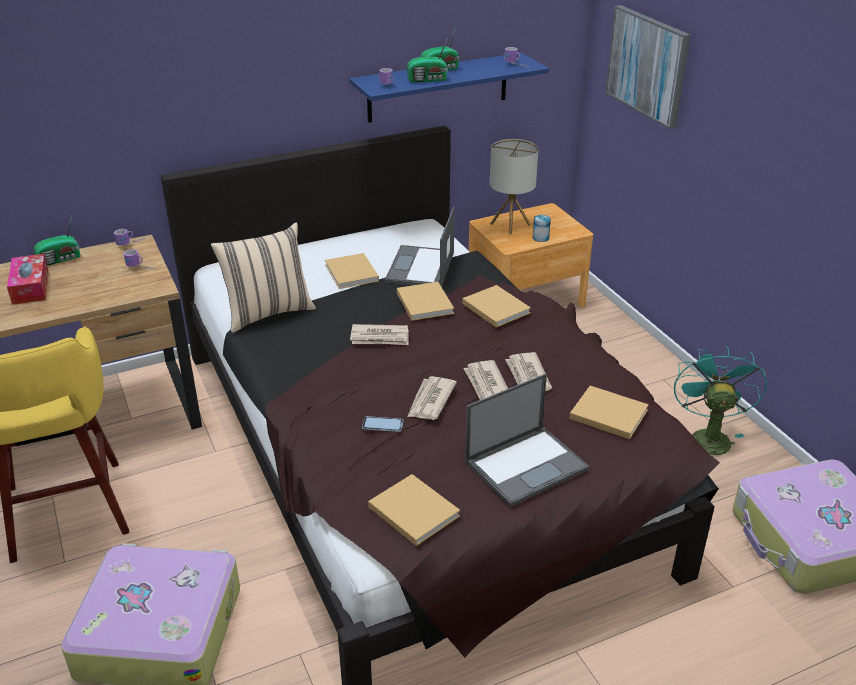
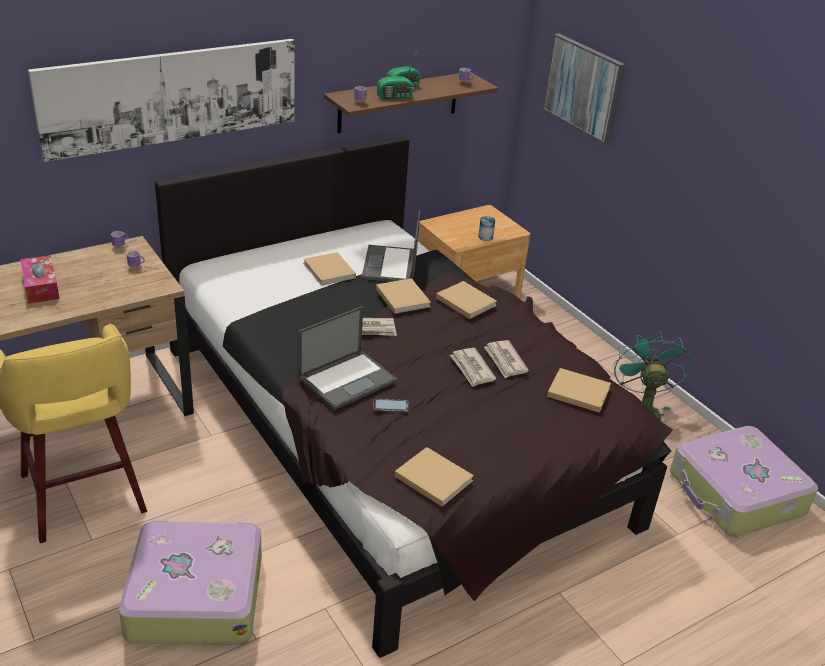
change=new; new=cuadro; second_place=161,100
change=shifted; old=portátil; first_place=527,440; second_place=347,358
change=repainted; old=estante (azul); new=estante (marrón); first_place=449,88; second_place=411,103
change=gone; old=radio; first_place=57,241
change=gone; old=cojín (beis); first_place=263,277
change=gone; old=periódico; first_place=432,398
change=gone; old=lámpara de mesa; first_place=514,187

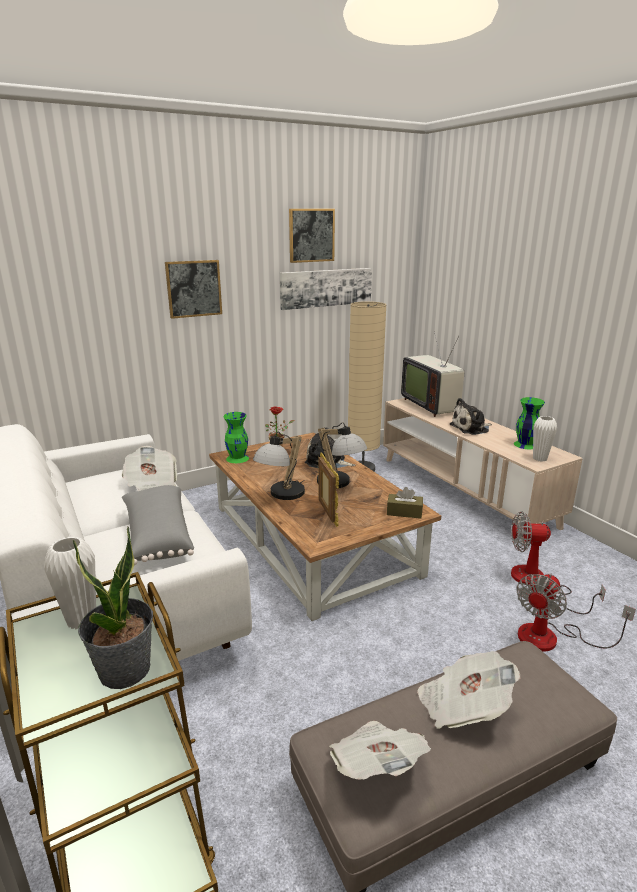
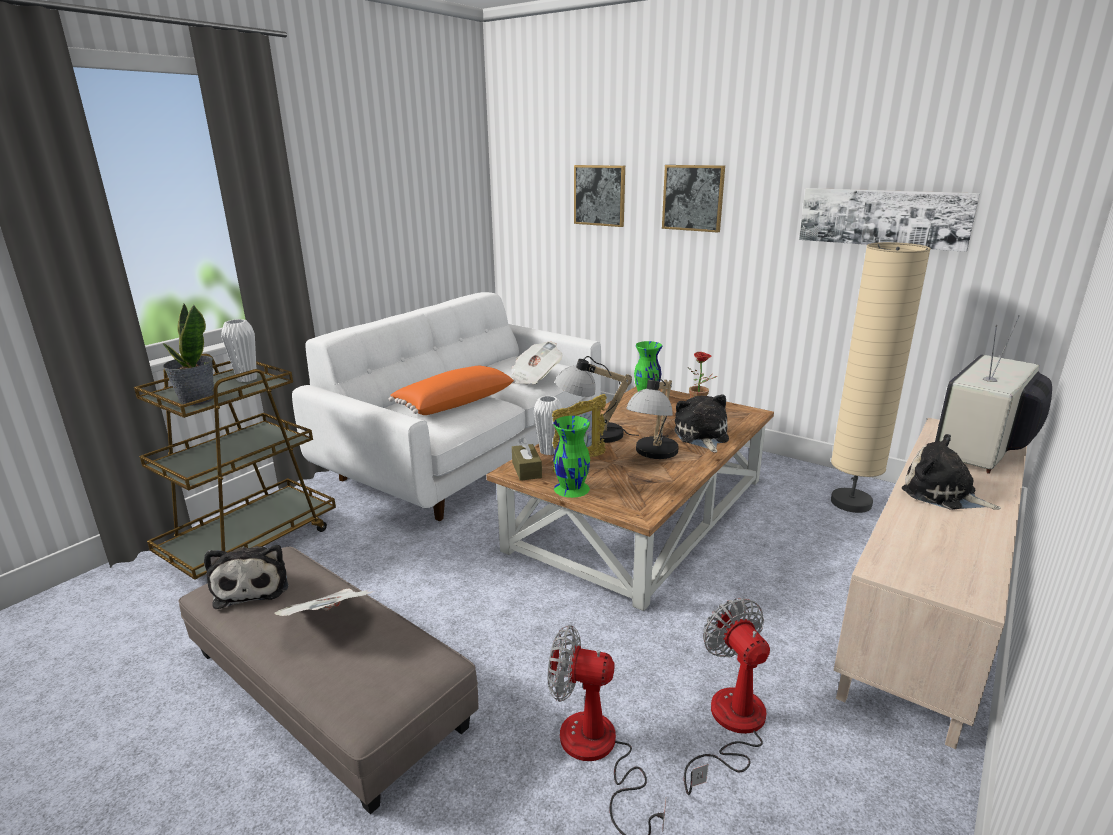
change=swapped; old=periódico; new=peluche; first_place=380,750; second_place=246,577
change=repainted; old=cojín (gris); new=cojín (naranja); first_place=158,525; second_place=452,390
change=shifted; old=caja de pañuelos (marrón); first_place=405,503; second_place=527,459
change=shifted; old=florero (blanco); first_place=545,439; second_place=548,425
change=shifted; old=florero (verde); first_place=529,423; second_place=571,457
change=shifted; old=cuadro; first_place=312,236; second_place=599,196

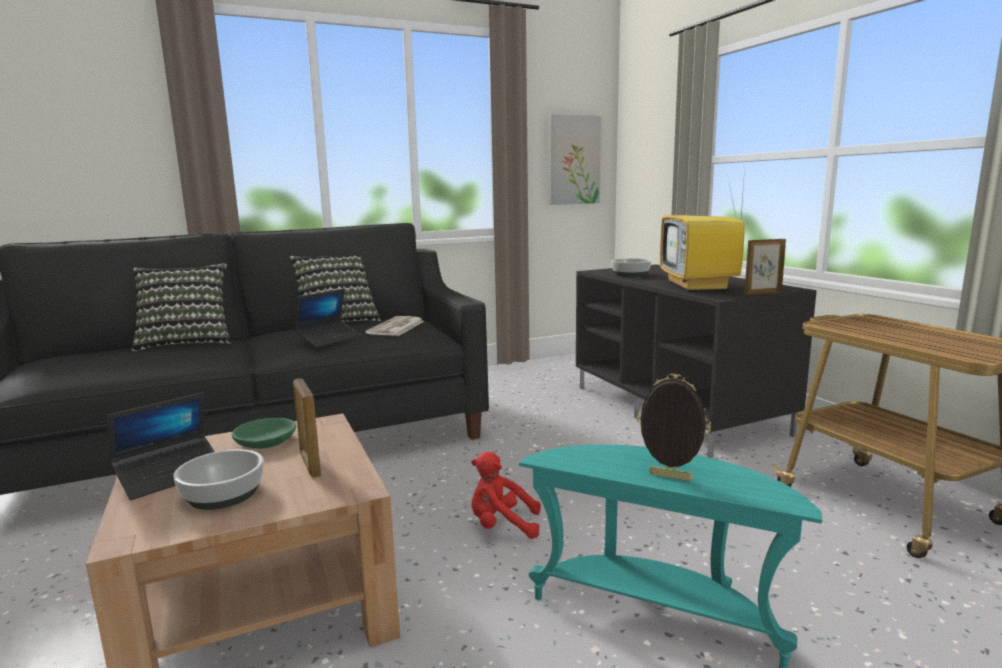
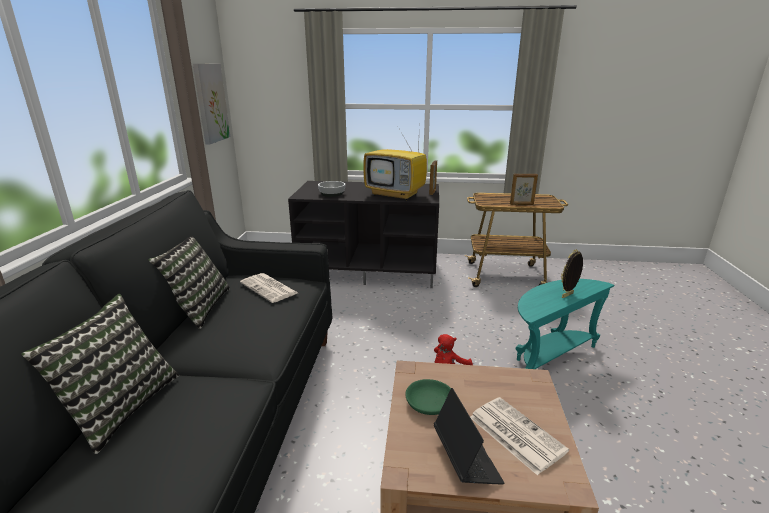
change=swapped; old=cuenco; new=periódico; first_place=218,479; second_place=519,436
change=shifted; old=portarretratos; first_place=307,428; second_place=524,189
change=gone; old=portátil; first_place=327,318

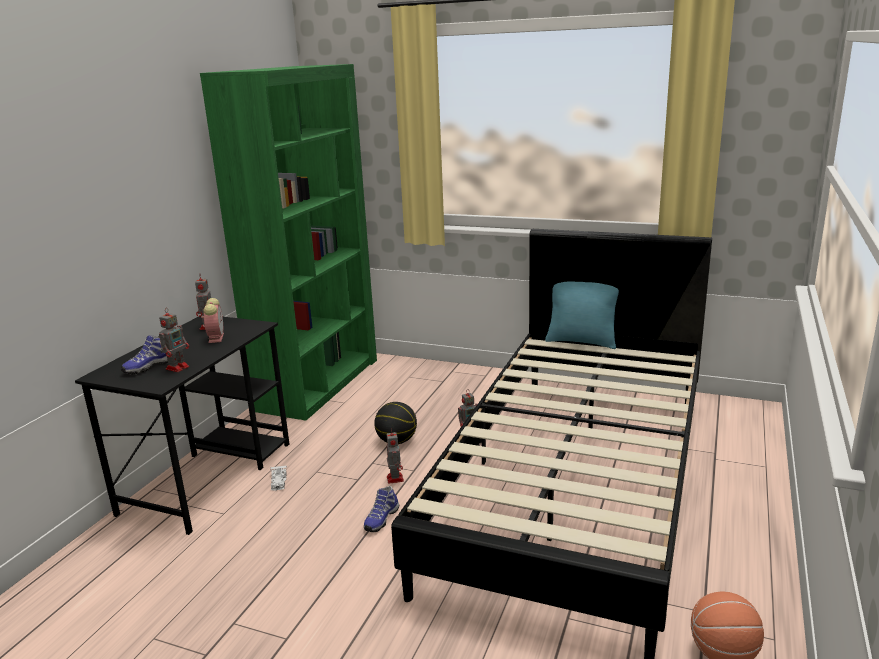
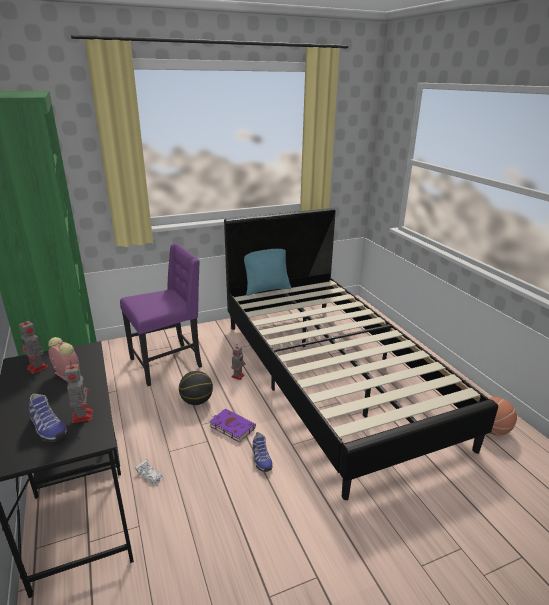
change=rotated; old=zapato; first_place=144,354; second_place=48,418; degrees=-45
change=new; new=silla (morado); second_place=161,315
change=swapped; old=robot de juguete; new=libro (morado); first_place=395,456; second_place=232,426

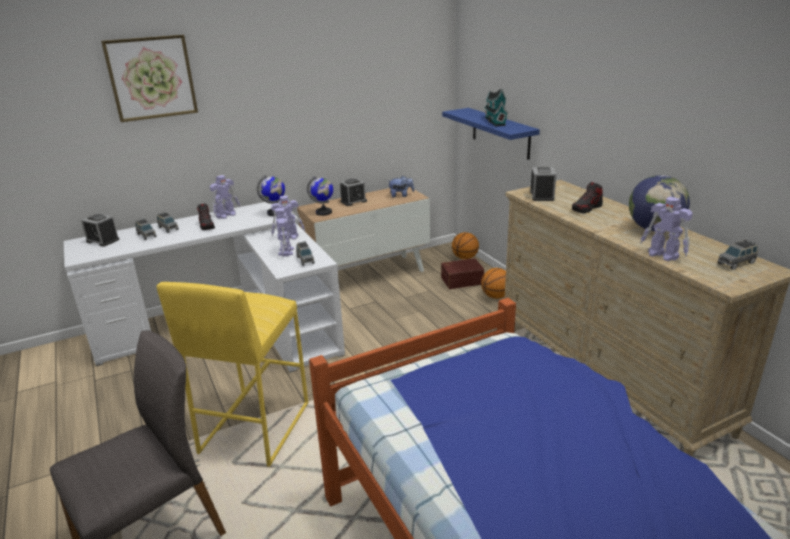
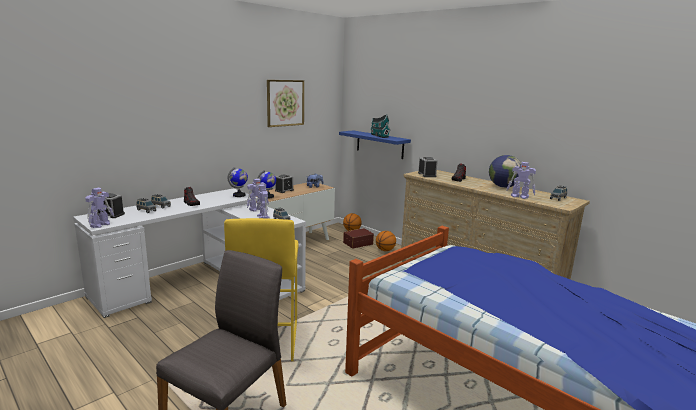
change=shifted; old=robot de juguete; first_place=225,197; second_place=99,208
change=shifted; old=cuadro; first_place=149,78; second_place=285,103

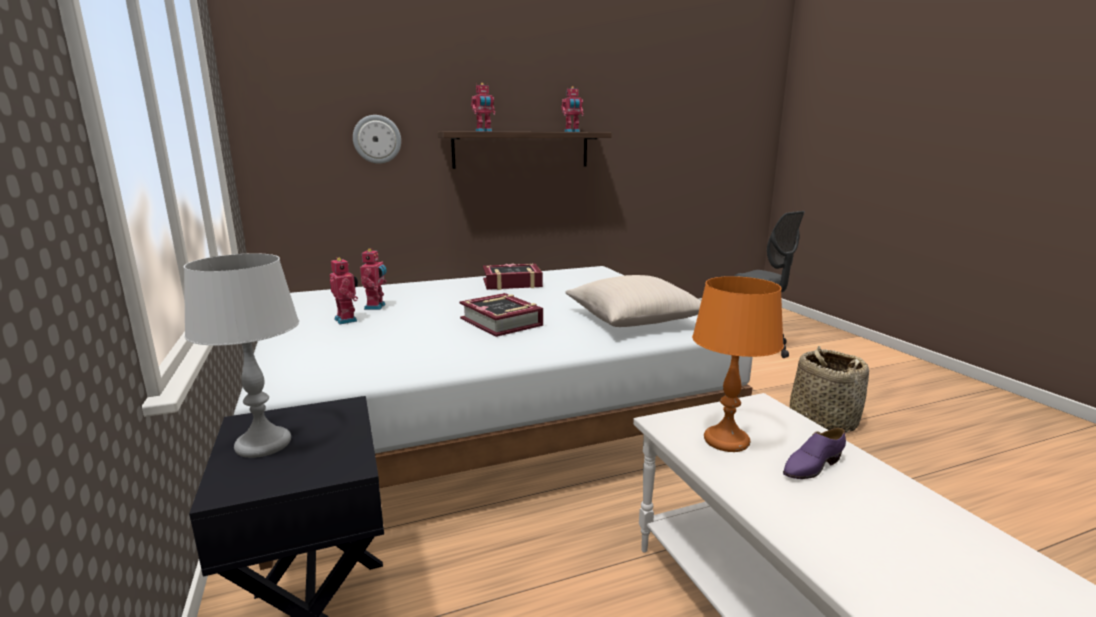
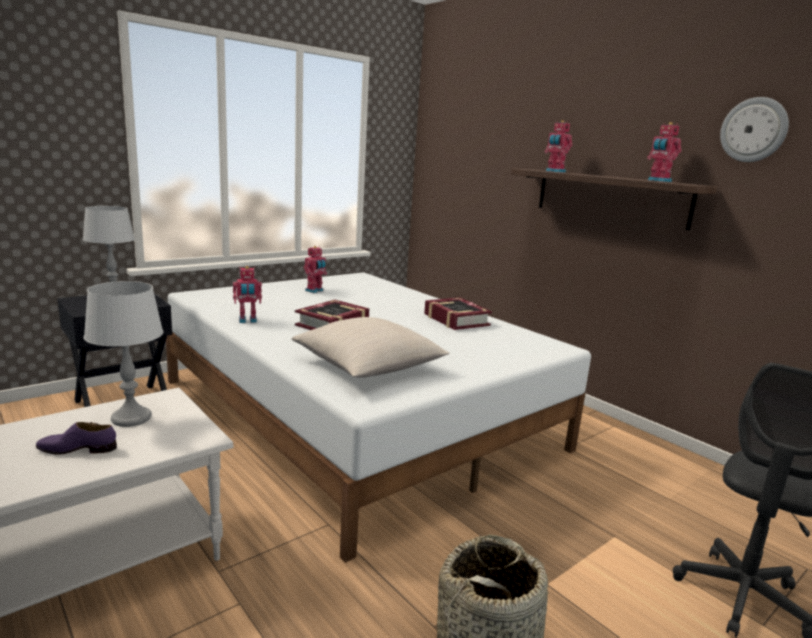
change=rotated; old=zapato (morado); first_place=814,453; second_place=76,438; degrees=-45
change=repainted; old=lámpara de mesa (naranja); new=lámpara de mesa (gris); first_place=738,364; second_place=124,354
change=shifted; old=robot de juguete; first_place=373,279; second_place=247,294
change=shifted; old=reloj de pared; first_place=377,139; second_place=754,129

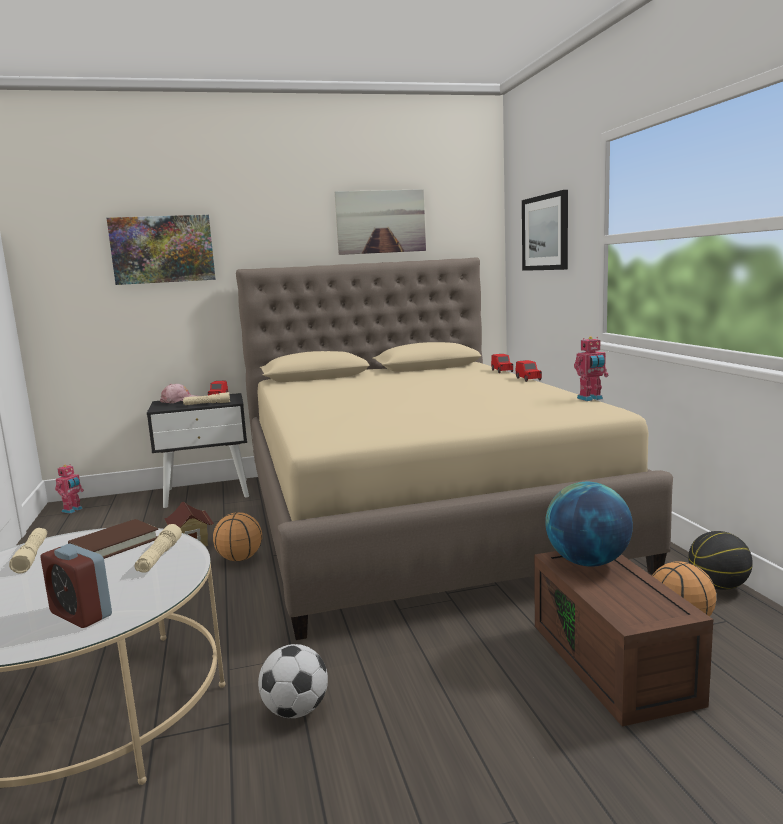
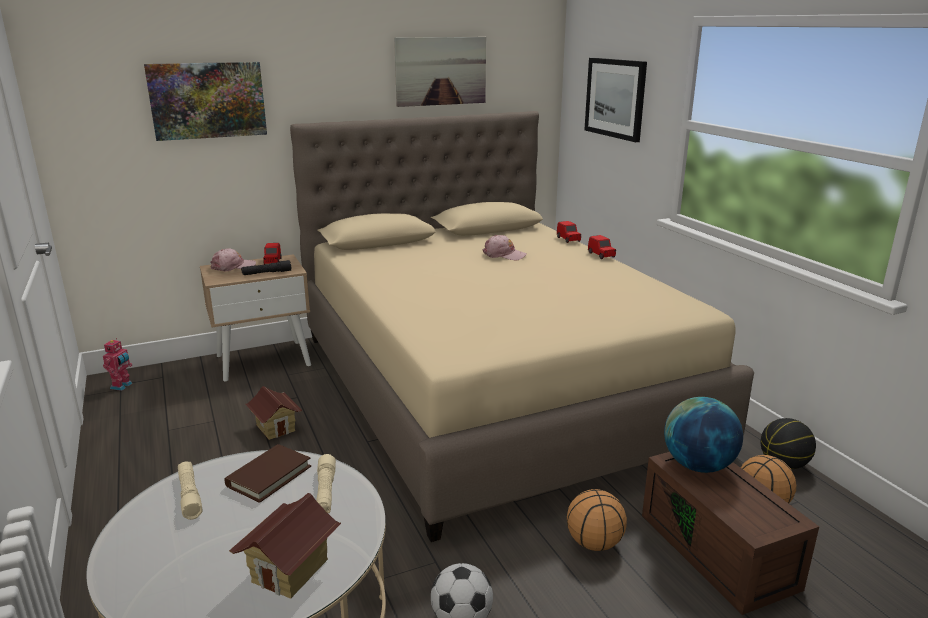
change=repainted; old=mesita de noche (negro); new=mesita de noche (beis); first_place=198,450; second_place=255,317
change=swapped; old=despertador; new=casita; first_place=76,586; second_place=285,546
change=repainted; old=linterna (beis); new=linterna (negro); first_place=206,398; second_place=266,267
change=new; new=gorra (rosa); second_place=505,247
change=shifted; old=balón de baloncesto; first_place=237,536; second_place=597,520
change=gone; old=robot de juguete; first_place=591,368

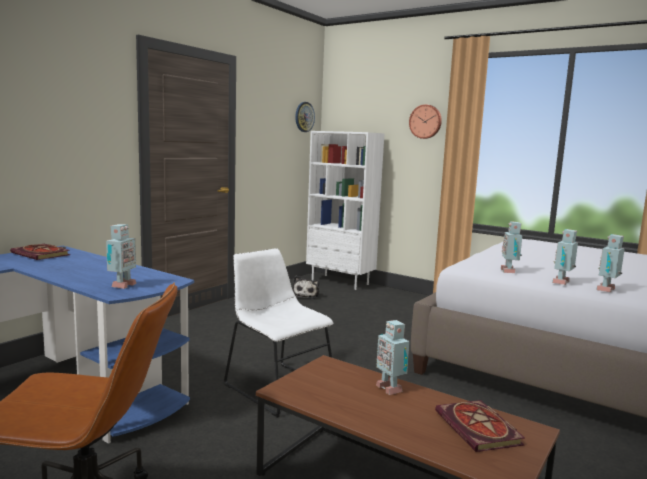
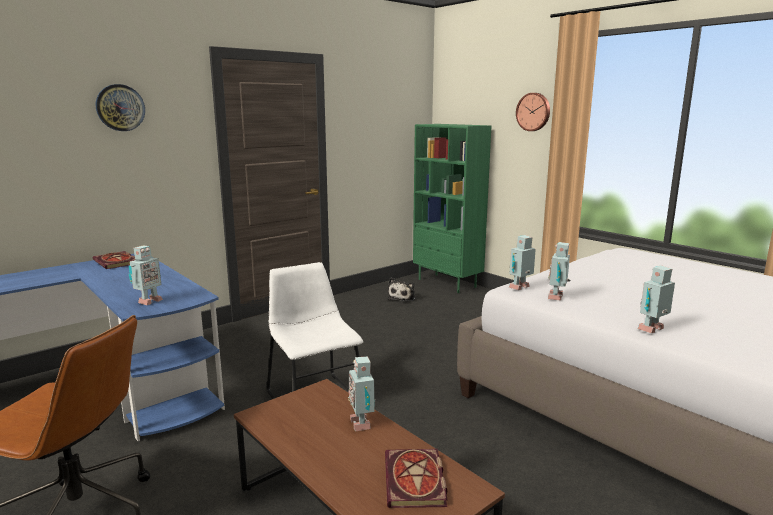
change=shifted; old=reloj de pared; first_place=305,117; second_place=120,107
change=repainted; old=estantería (blanco); new=estantería (verde); first_place=345,210; second_place=452,208
change=shifted; old=robot de juguete; first_place=565,257; second_place=522,262

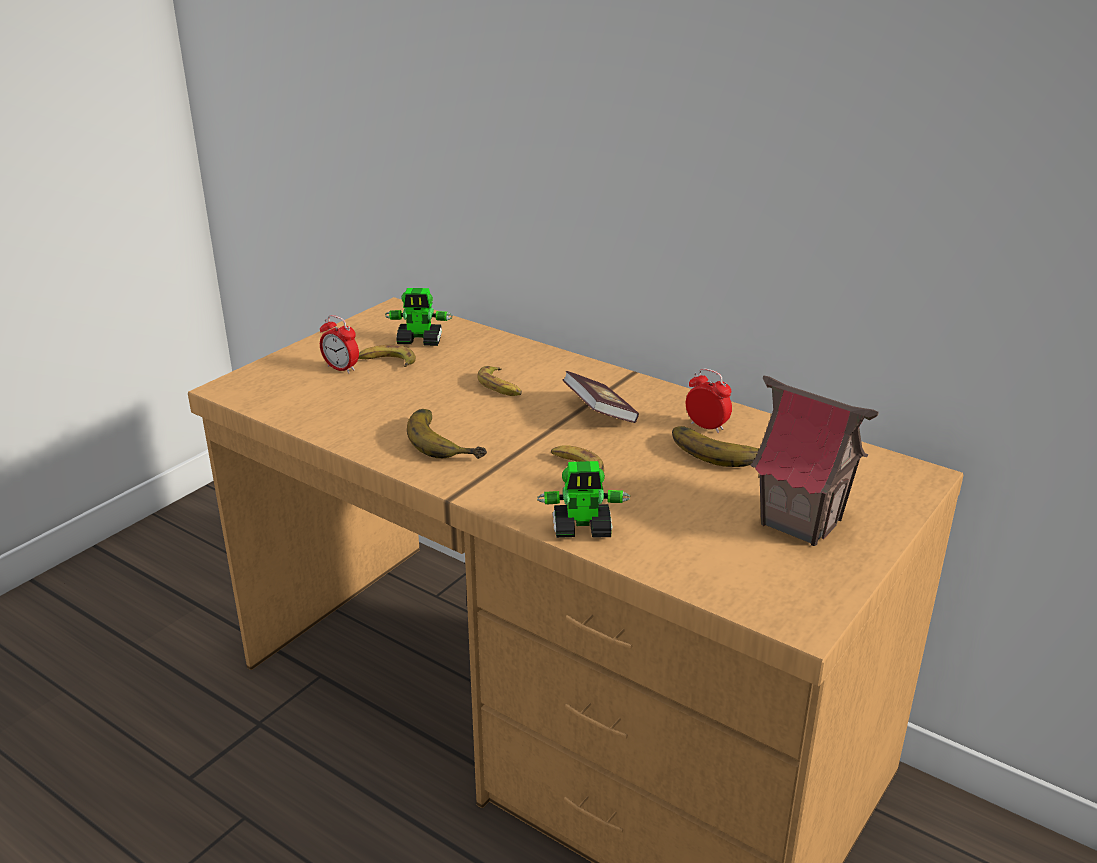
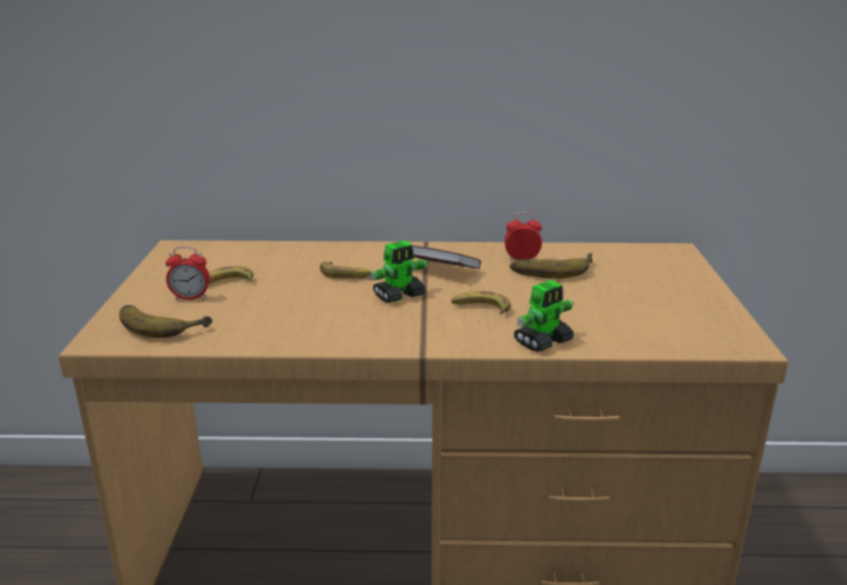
change=shifted; old=plátano; first_place=447,434; second_place=166,321
change=shifted; old=robot de juguete; first_place=419,317; second_place=399,271
change=gone; old=casita; first_place=814,461

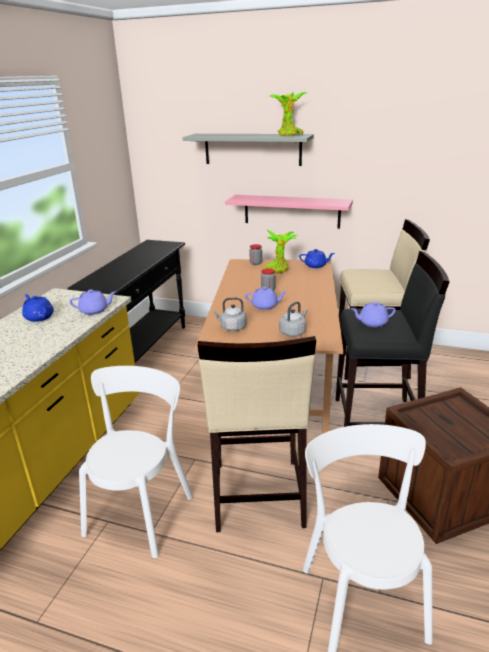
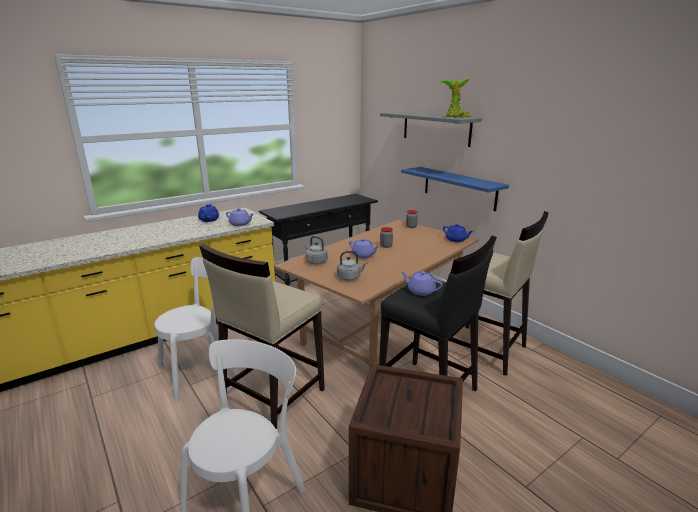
change=repainted; old=estante (rosa); new=estante (azul); first_place=289,212; second_place=455,189
change=gone; old=planta en maceta; first_place=280,252

